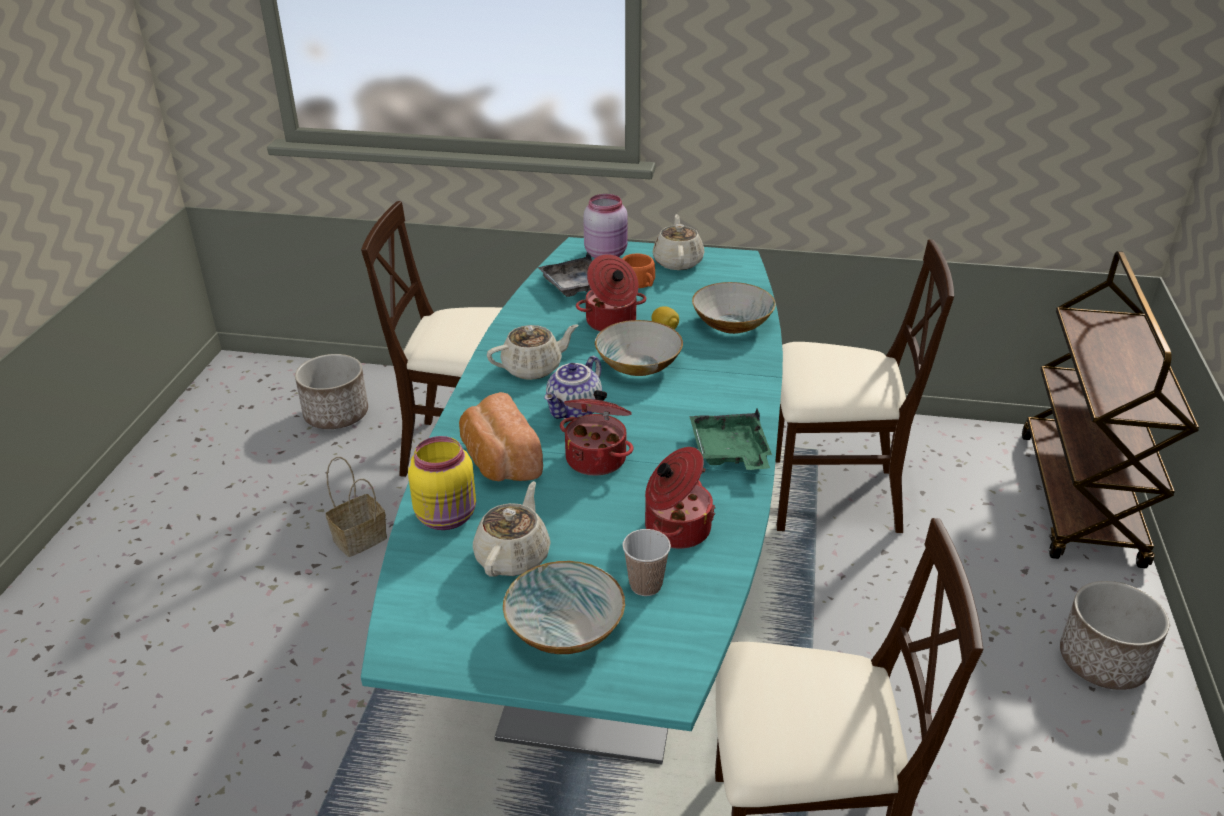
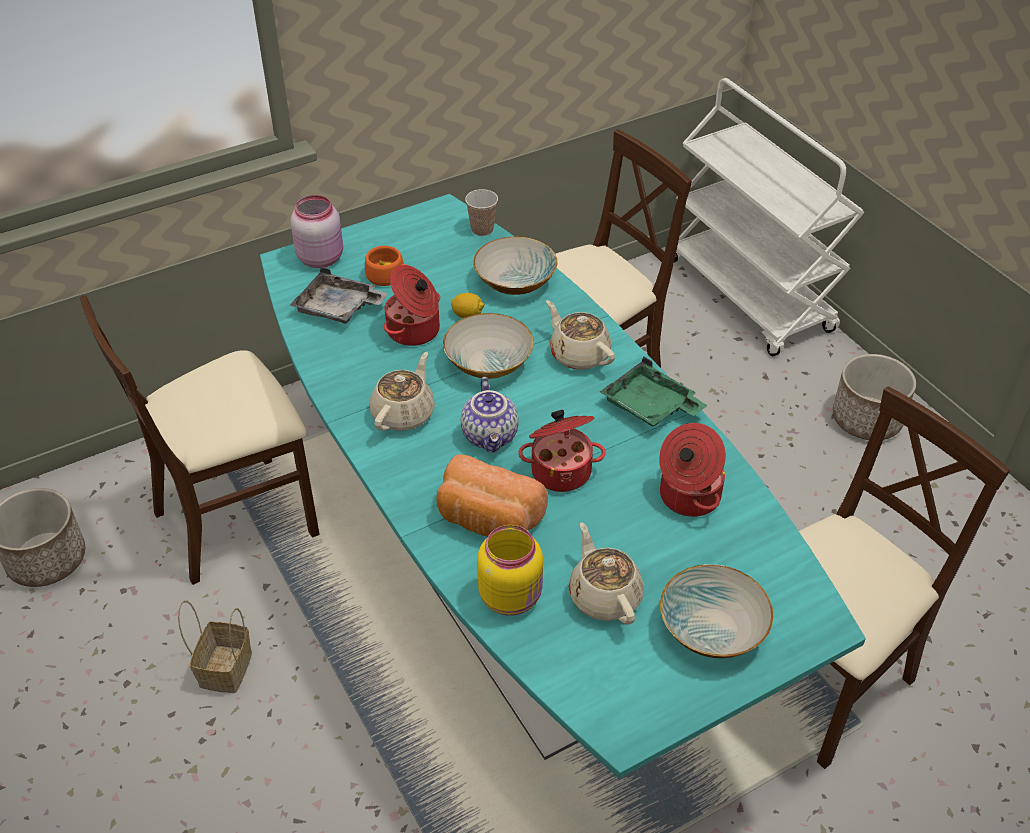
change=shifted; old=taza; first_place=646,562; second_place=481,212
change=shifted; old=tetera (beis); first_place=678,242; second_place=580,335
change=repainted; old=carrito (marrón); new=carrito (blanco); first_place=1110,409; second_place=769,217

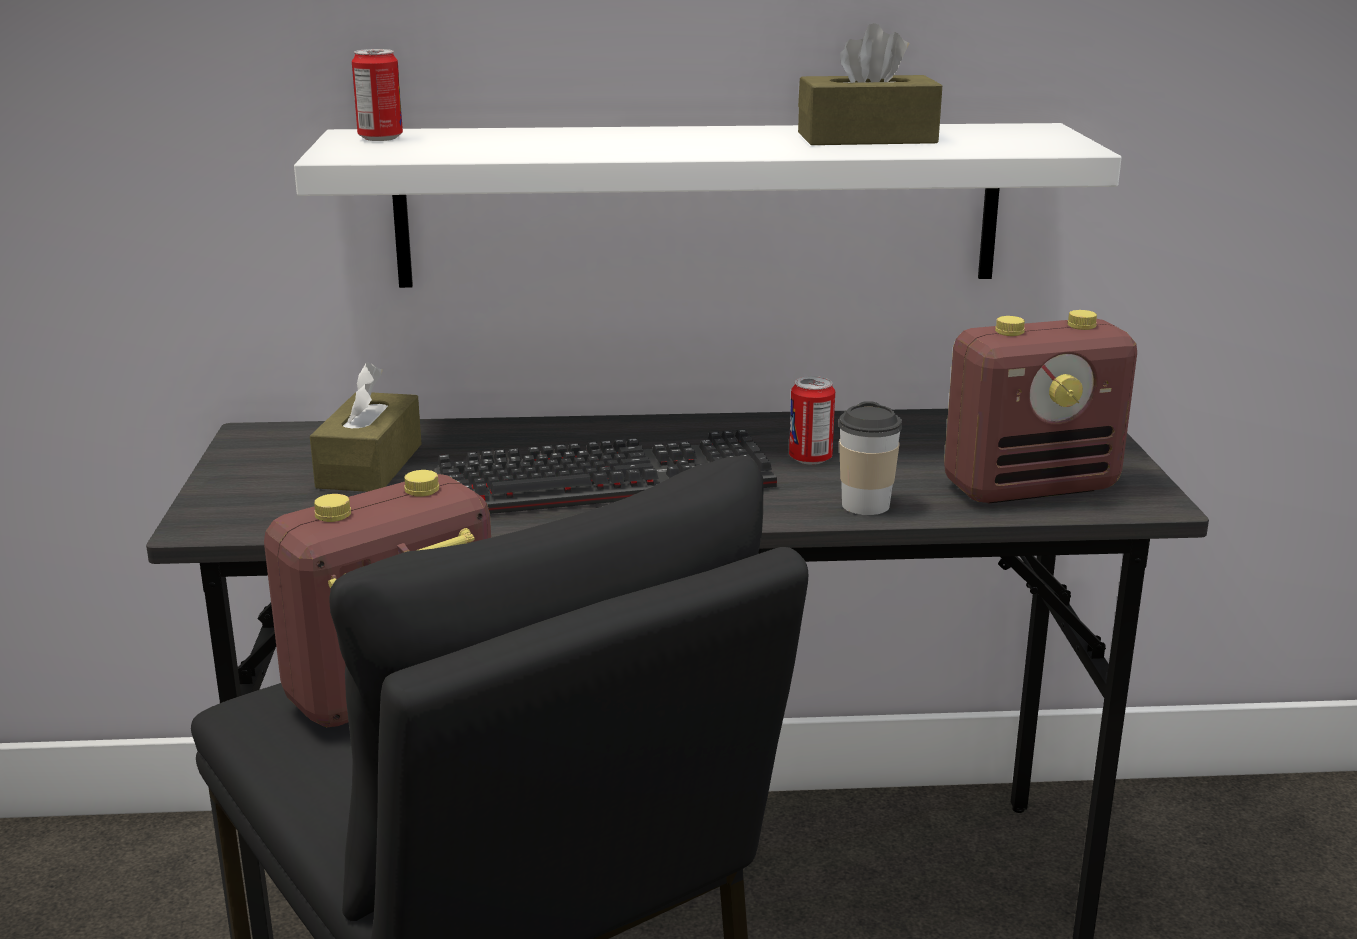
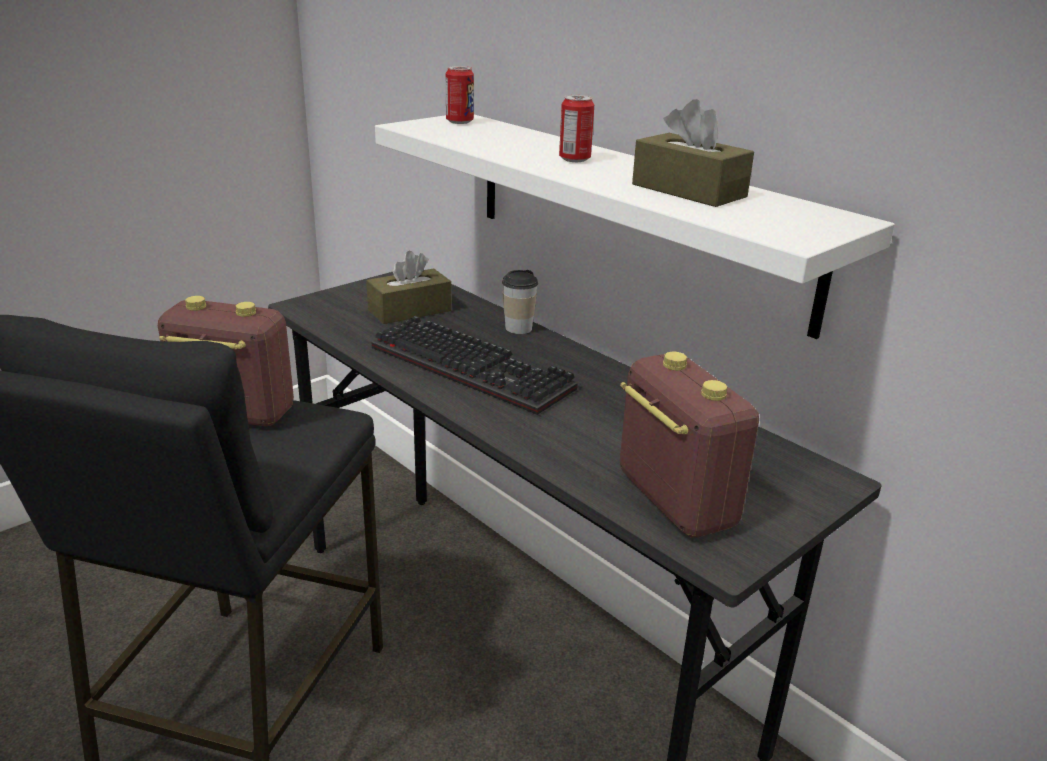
change=shifted; old=taza; first_place=870,458; second_place=520,302
change=shifted; old=lata; first_place=812,420; second_place=576,128
change=rotated; old=radio; first_place=1040,406; second_place=689,445; degrees=-150

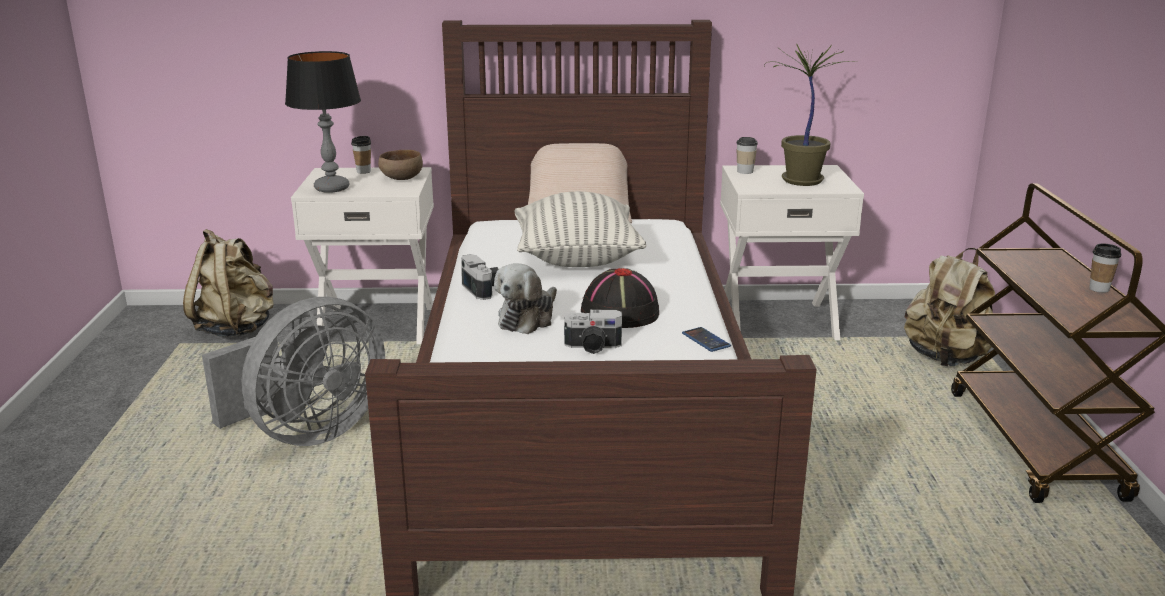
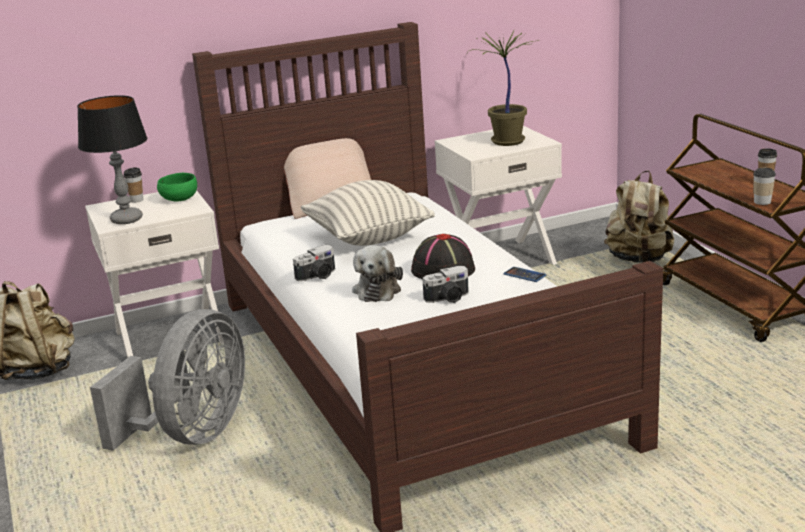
change=repainted; old=cuenco (marrón); new=cuenco (verde); first_place=400,165; second_place=177,187
change=rotated; old=cámara; first_place=480,277; second_place=314,263; degrees=105
change=shifted; old=taza; first_place=747,155; second_place=764,186

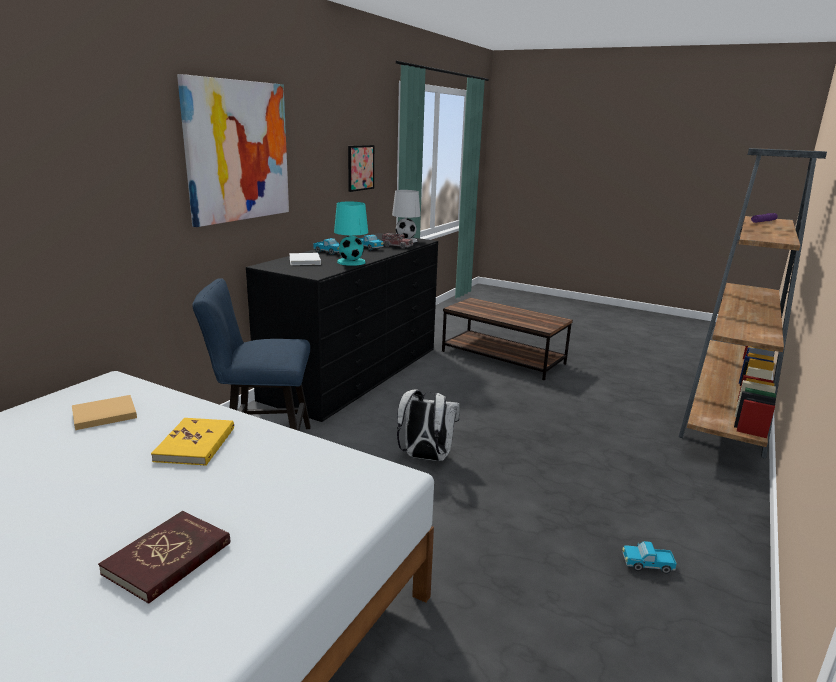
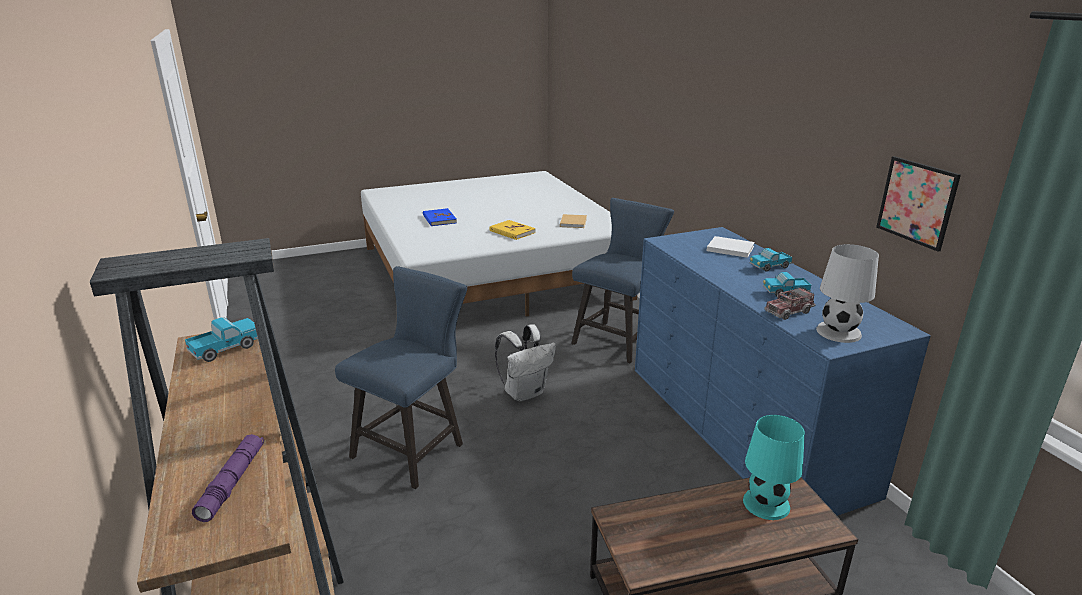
change=shifted; old=camión de juguete; first_place=649,557; second_place=221,339
change=new; new=silla (azul); second_place=401,377
change=repainted; old=libro (rojo); new=libro (azul); first_place=164,557; second_place=440,217
change=repainted; old=cómoda (negro); new=cómoda (azul); first_place=342,327; second_place=783,371
change=shifted; old=lámpara de mesa (turquesa); first_place=351,234; second_place=774,467
change=gone; old=cuadro; first_place=233,150

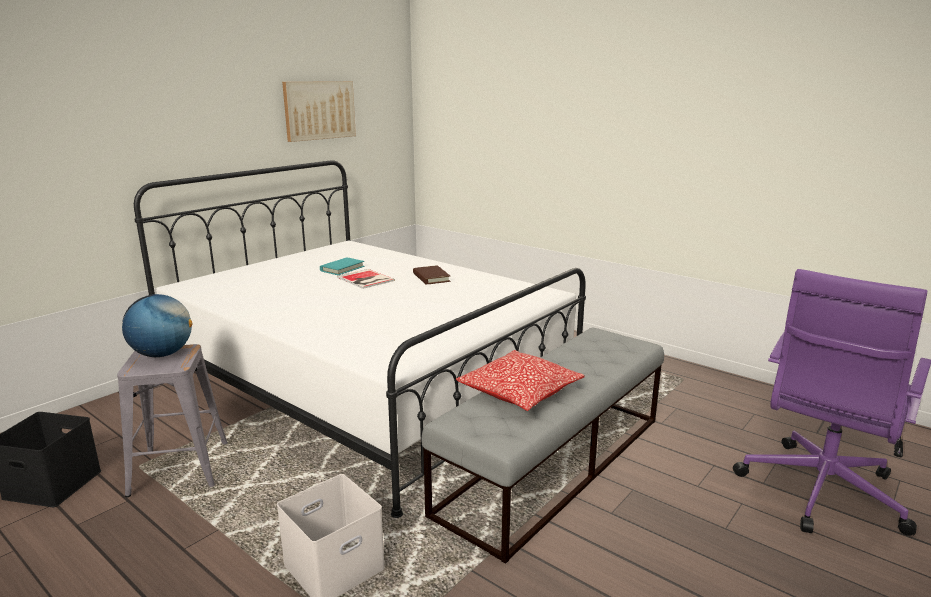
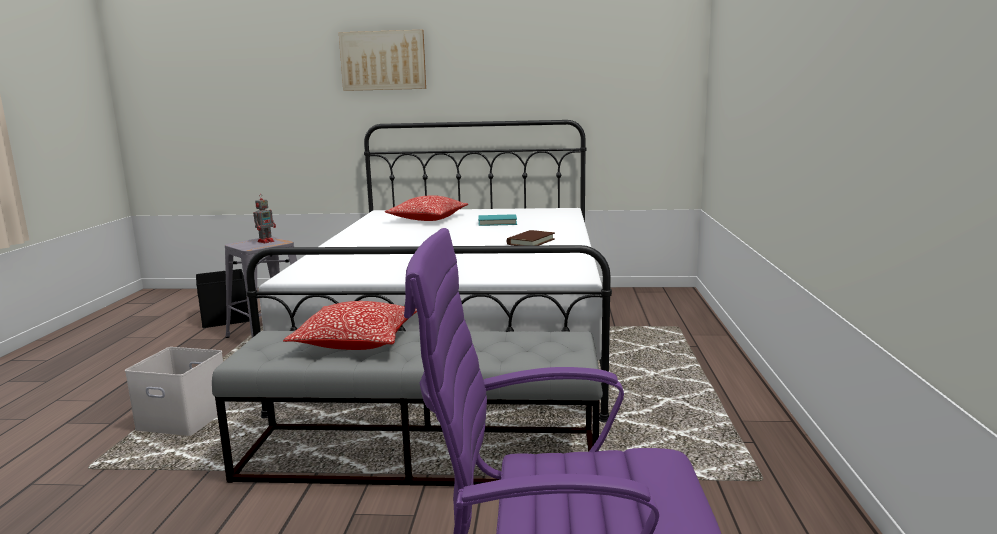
change=swapped; old=globo terráqueo; new=robot de juguete; first_place=157,325; second_place=264,218
change=shifted; old=cuadro; first_place=319,111; second_place=382,60
change=new; new=cojín; second_place=426,208
change=gone; old=libro; first_place=366,279

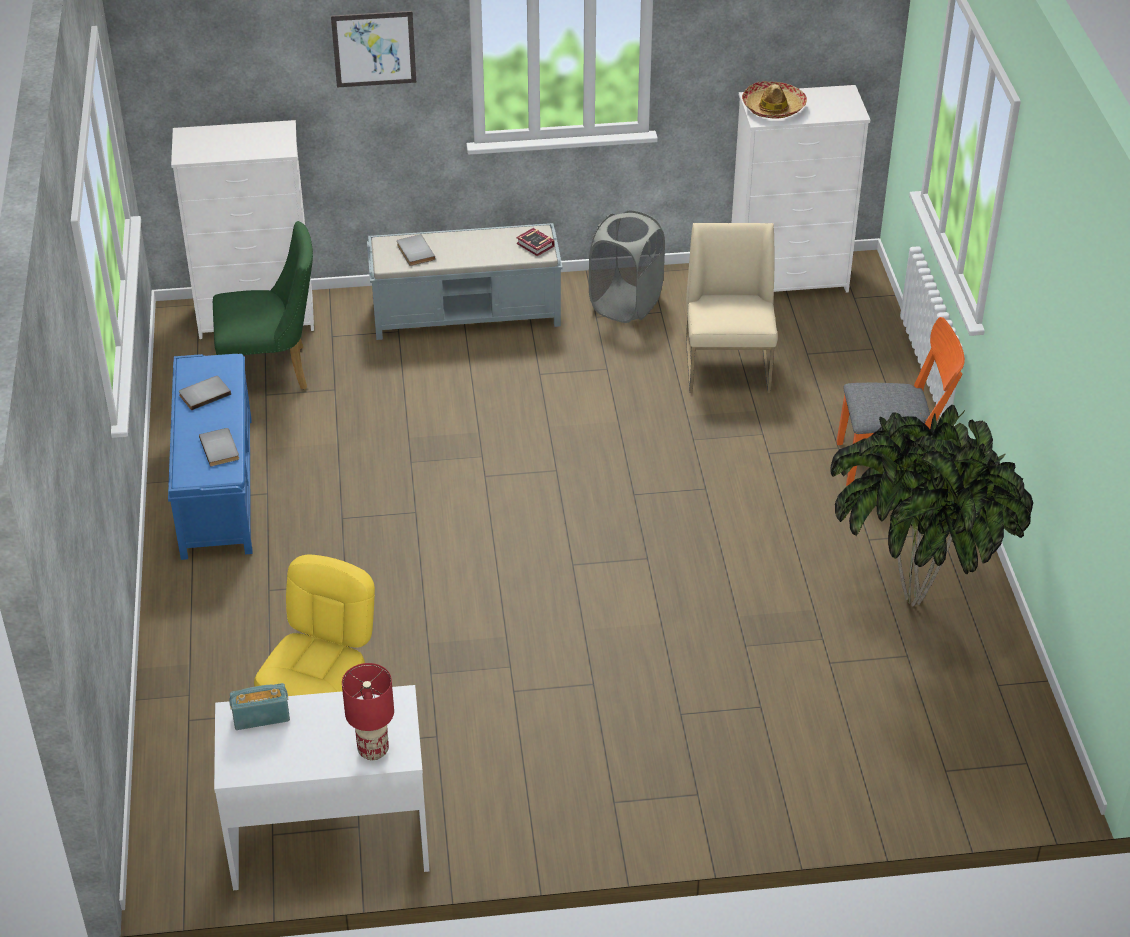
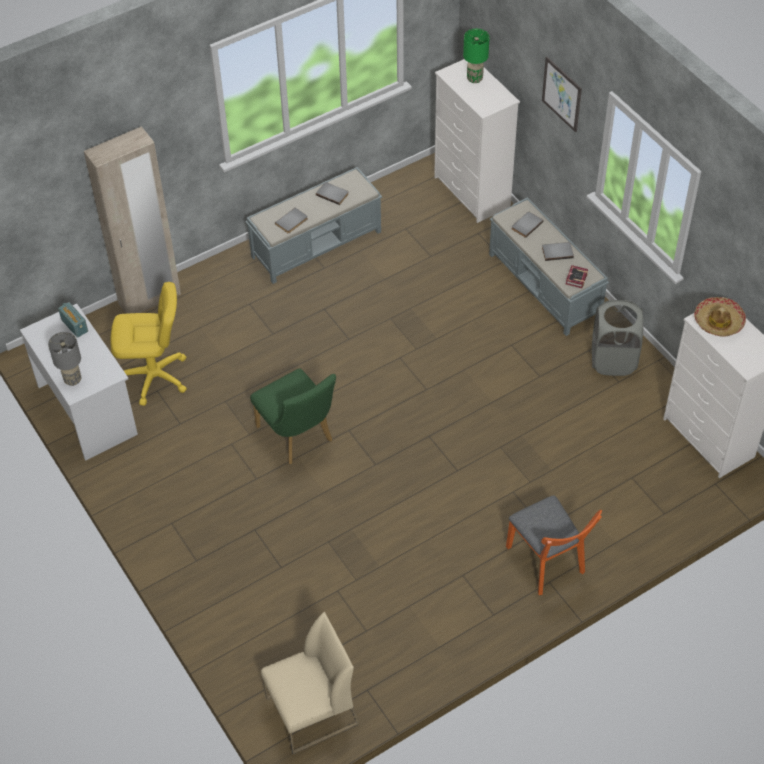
change=repainted; old=lámpara de mesa (rojo); new=lámpara de mesa (gris); first_place=368,711; second_place=64,359
change=new; new=armario ropero (beis); second_place=132,220
change=repainted; old=banco (azul); new=banco (gris); first_place=210,457; second_place=314,225
change=shifted; old=silla (verde); first_place=263,305; second_place=293,416
change=shifted; old=silla (beis); first_place=732,308; second_place=310,683
change=new; new=lámpara de mesa (verde); second_place=476,56
change=new; new=libro (gris); second_place=558,251
change=gone; old=planta en maceta; first_place=931,505

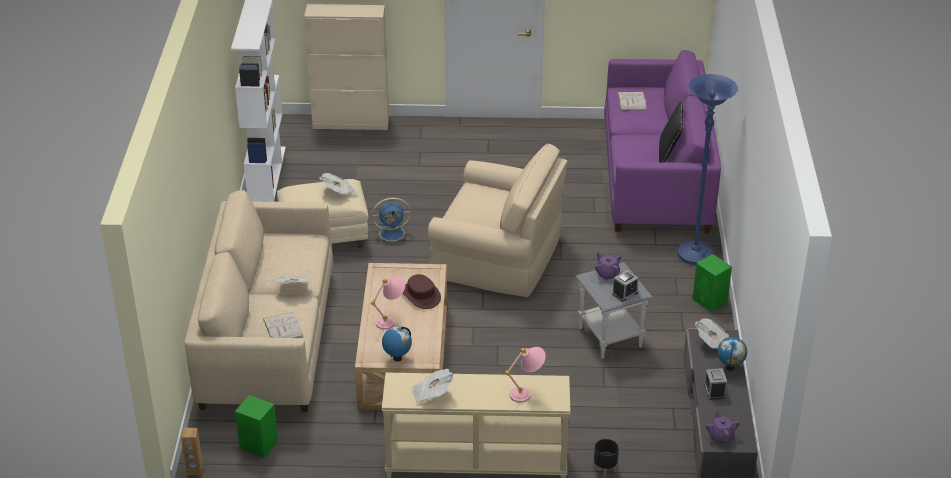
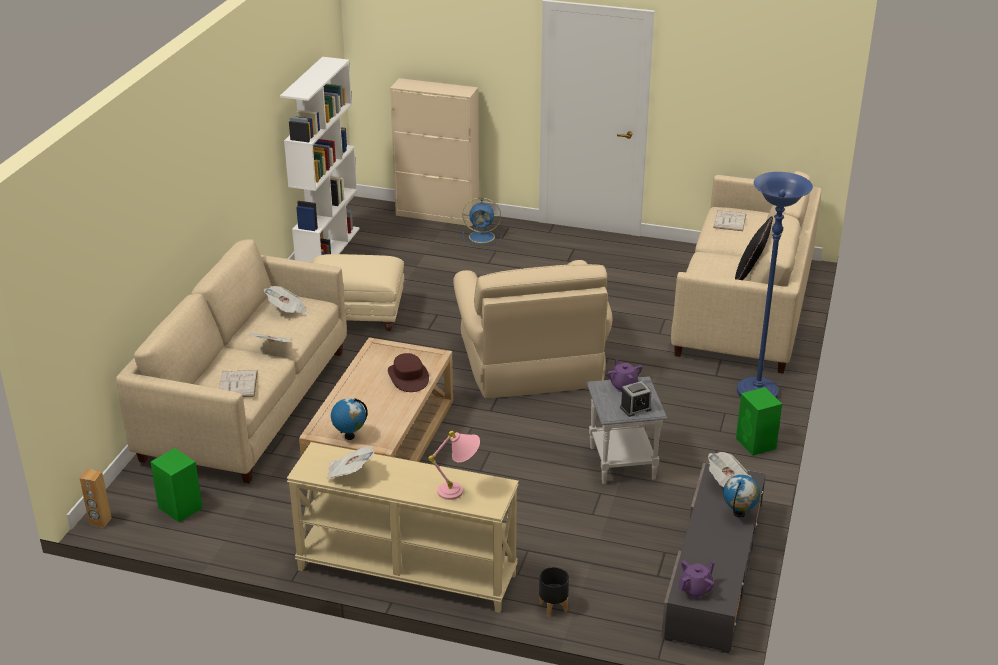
change=shifted; old=periódico; first_place=338,184; second_place=285,300
change=rotated; old=sillón (beis); first_place=498,220; second_place=533,329; degrees=45
change=shifted; old=ventilador (azul); first_place=391,221; second_place=481,221
change=repainted; old=sofá (morado); new=sofá (beis); first_place=662,141; second_place=746,272
change=rotated; old=tetera (morado); first_place=722,427; second_place=697,579; degrees=45
change=gone; old=lámpara de mesa (rosa); first_place=388,303
change=gone; old=despertador; first_place=715,384

